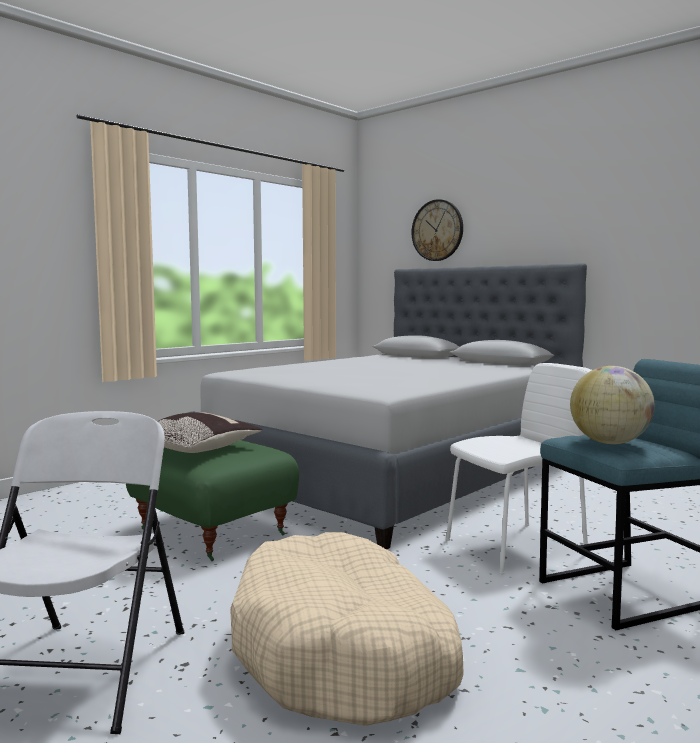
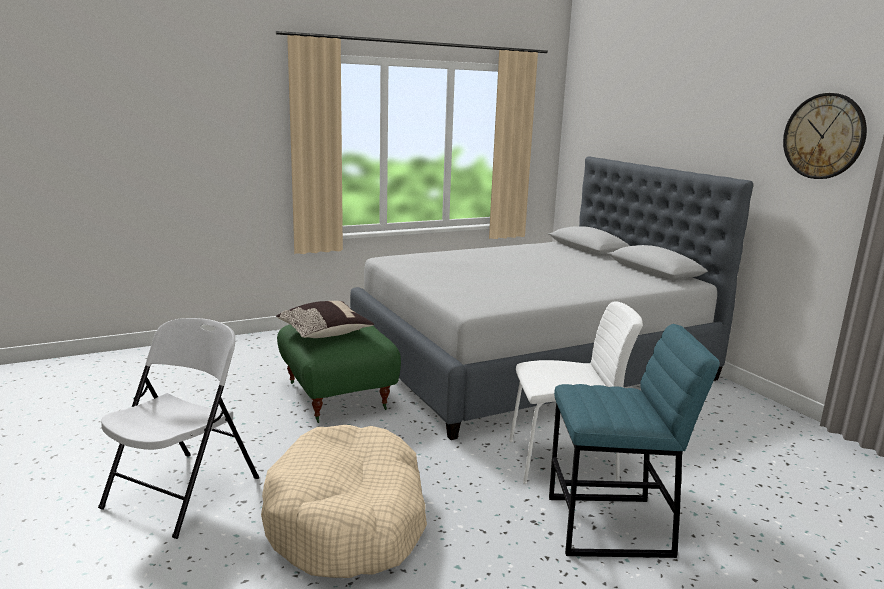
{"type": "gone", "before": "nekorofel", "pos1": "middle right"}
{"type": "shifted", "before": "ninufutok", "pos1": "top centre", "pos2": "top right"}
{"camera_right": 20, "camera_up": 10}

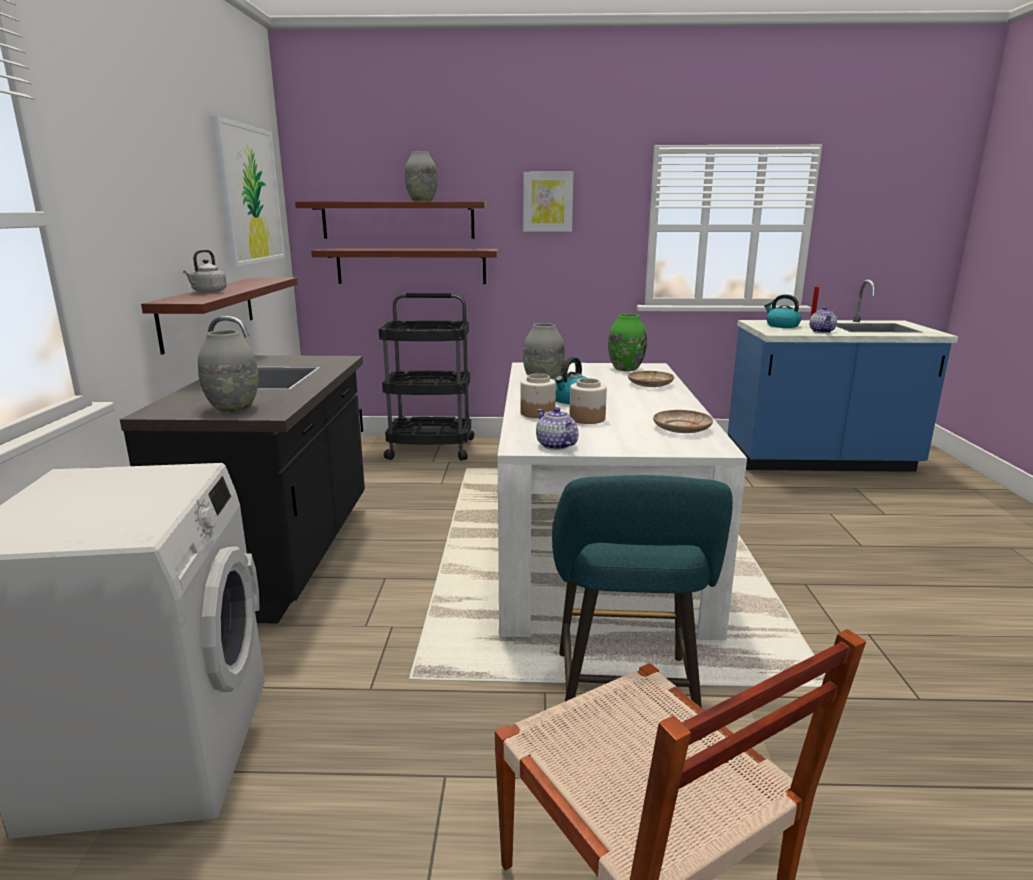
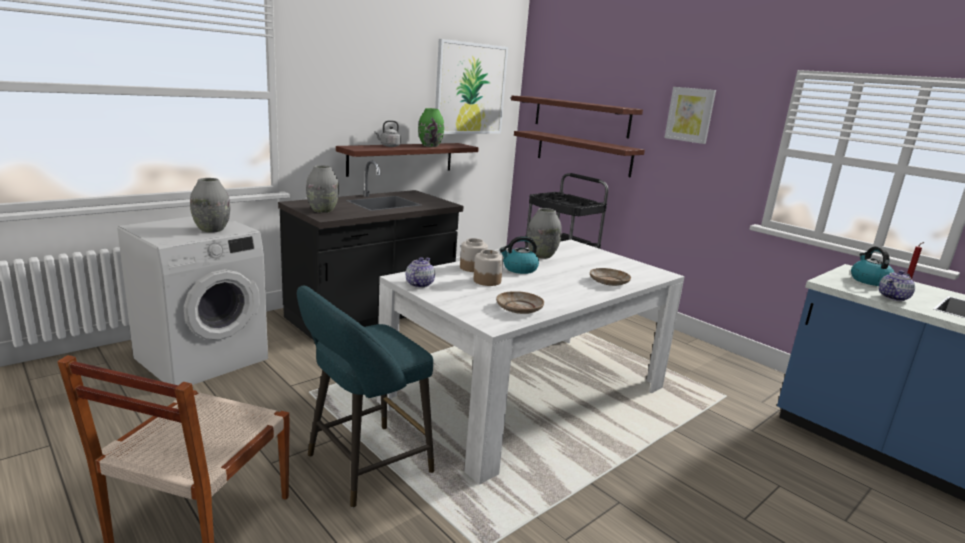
{"type": "shifted", "before": "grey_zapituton (no. 2 from left in the first image)", "after": "grey_zapituton (no. 1 from left)", "pos1": "top centre", "pos2": "middle left"}
{"type": "shifted", "before": "green_zapituton", "pos1": "centre", "pos2": "top centre"}
{"camera_right": 45, "camera_up": 0}

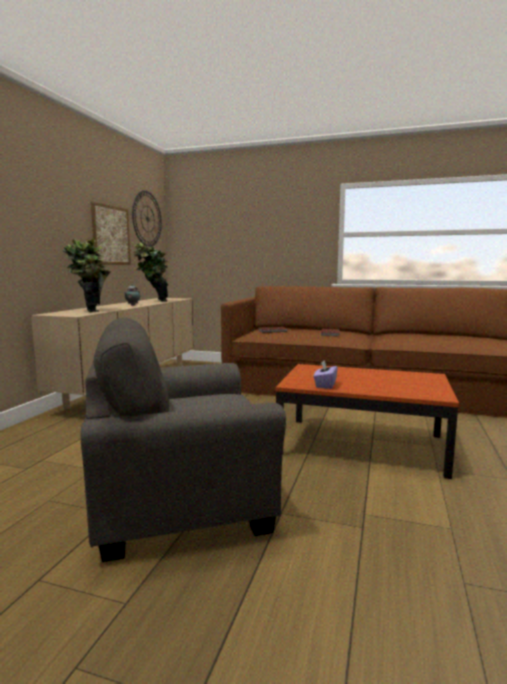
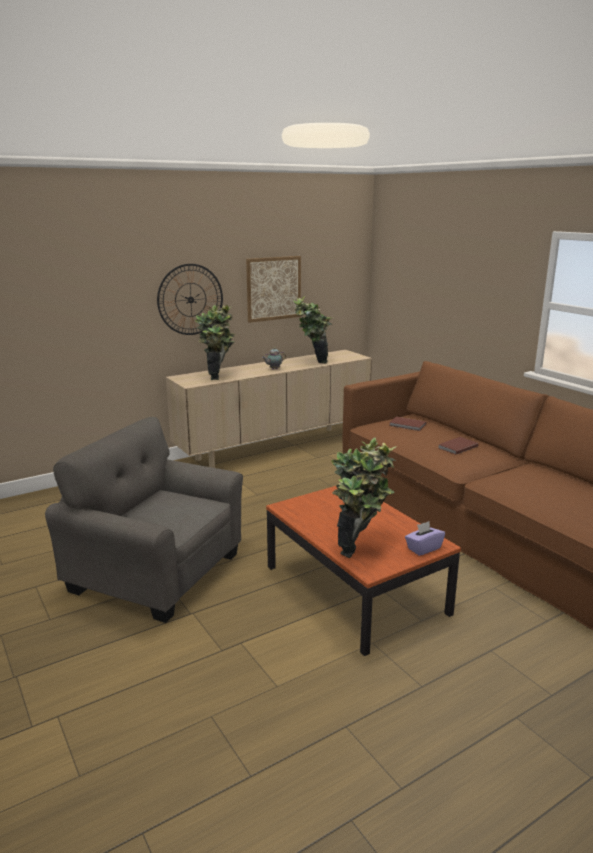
{"type": "new", "after": "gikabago (no. 3 from left)", "pos2": "centre"}
{"type": "shifted", "before": "ninufutok", "pos1": "top left", "pos2": "middle left"}
{"type": "shifted", "before": "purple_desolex", "pos1": "centre", "pos2": "middle right"}
{"camera_right": 40, "camera_up": 10}

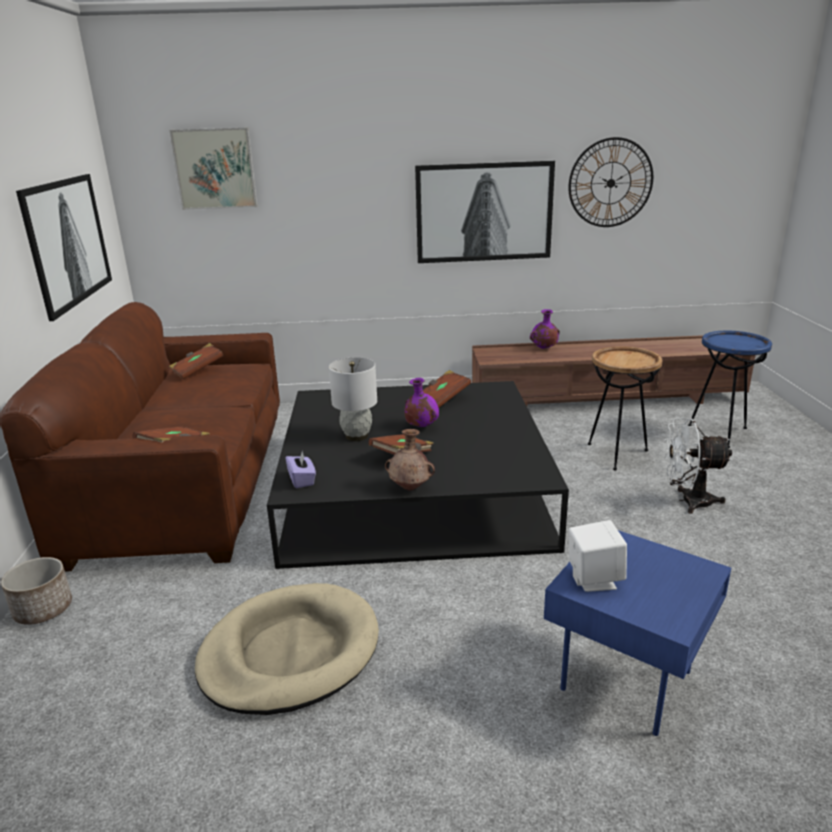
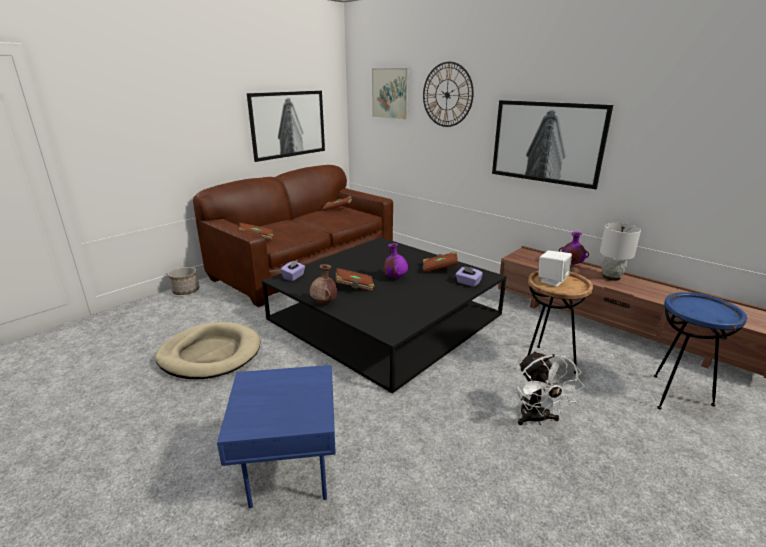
{"type": "new", "after": "purple_desolex (no. 2 from left)", "pos2": "centre"}
{"type": "shifted", "before": "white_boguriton", "pos1": "centre", "pos2": "middle right"}
{"type": "shifted", "before": "ninufutok", "pos1": "top right", "pos2": "top centre"}
{"type": "shifted", "before": "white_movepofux", "pos1": "bottom right", "pos2": "middle right"}
{"type": "rotated", "before": "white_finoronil", "pos1": "middle right", "pos2": "bottom right", "turn": -150}
{"camera_right": 45, "camera_up": 0}

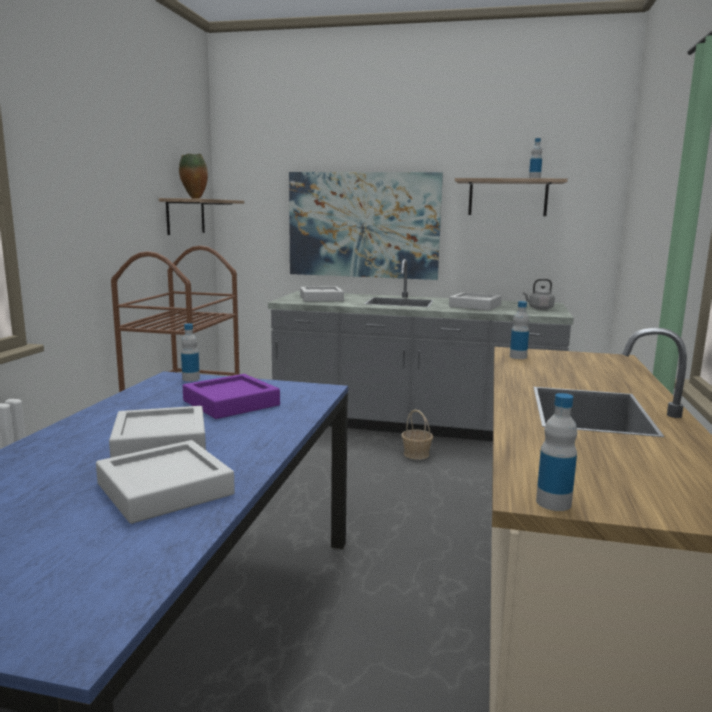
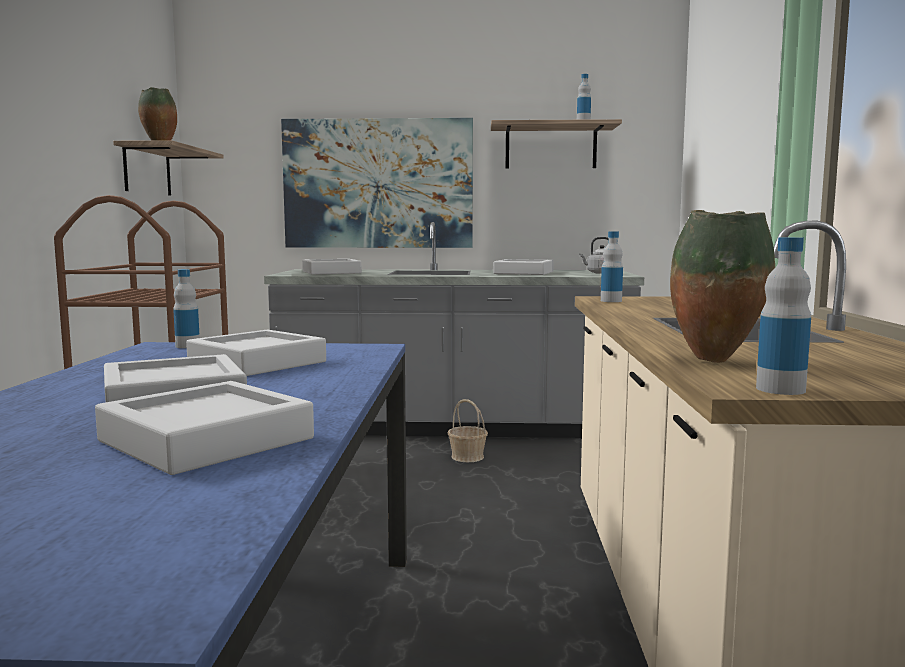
{"type": "new", "after": "zapituton (no. 2 from left)", "pos2": "middle right"}
{"type": "repainted", "before": "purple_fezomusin", "after": "grey_fezomusin (no. 3 from left)", "pos1": "middle left", "pos2": "middle left"}
{"camera_right": -10, "camera_up": -5}

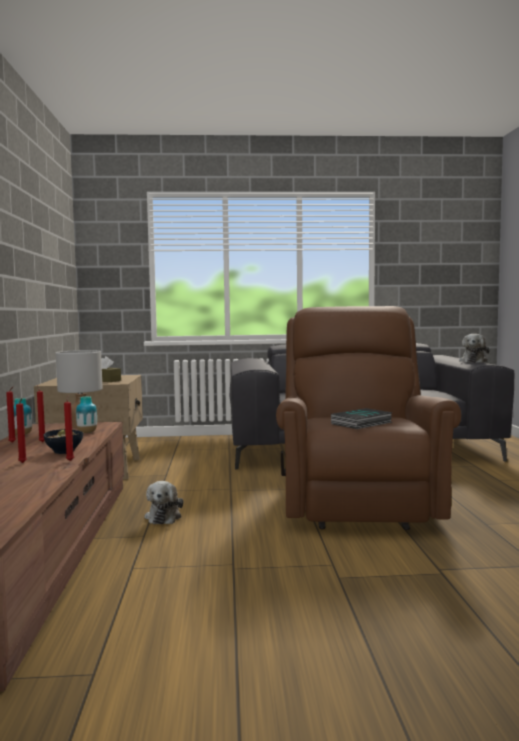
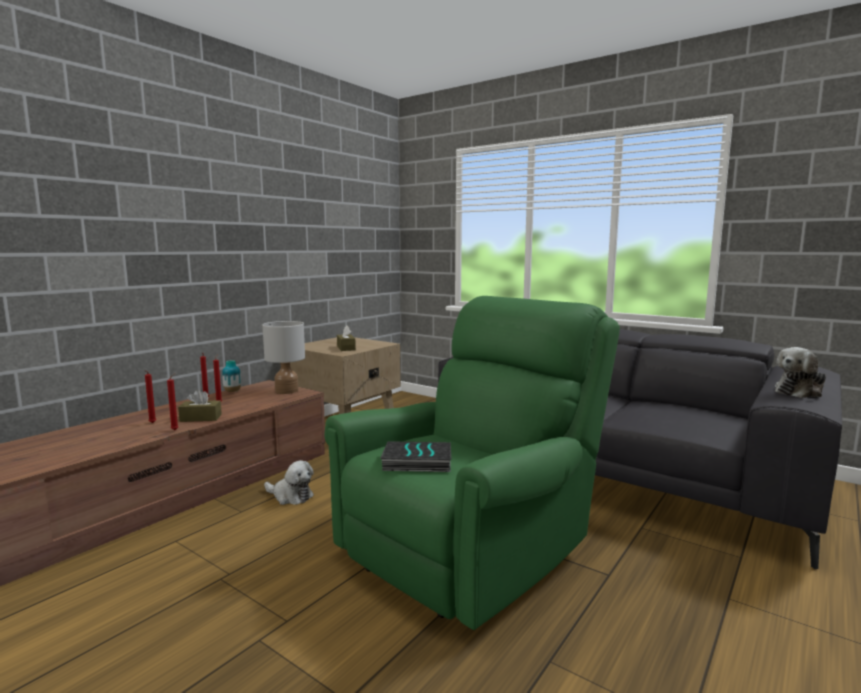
{"type": "gone", "before": "zapituton (no. 2 from left)", "pos1": "middle left"}
{"type": "swapped", "before": "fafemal", "after": "brown_desolex (no. 1 from left)", "pos1": "middle left", "pos2": "middle left"}
{"type": "repainted", "before": "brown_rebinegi", "after": "green_rebinegi", "pos1": "middle right", "pos2": "bottom centre"}
{"type": "rotated", "before": "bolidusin (no. 1 from left)", "pos1": "bottom left", "pos2": "bottom centre", "turn": -105}
{"camera_right": 40, "camera_up": 5}

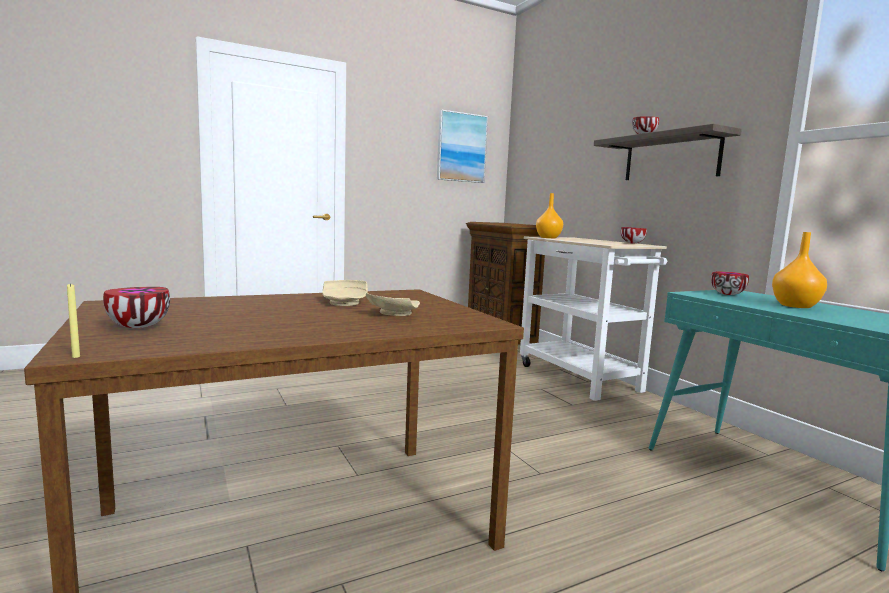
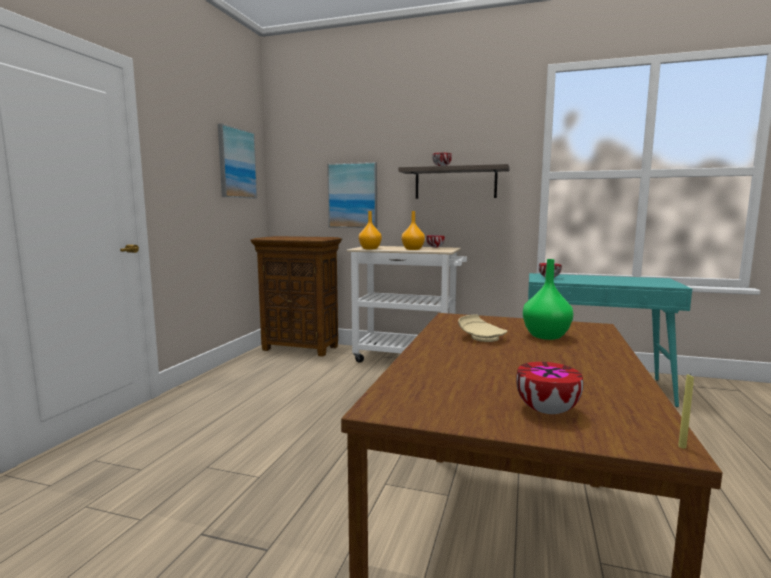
{"type": "new", "after": "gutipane (no. 2 from left)", "pos2": "centre"}
{"type": "shifted", "before": "orange_zapituton (no. 2 from left)", "pos1": "middle right", "pos2": "centre"}
{"type": "swapped", "before": "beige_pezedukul (no. 2 from left)", "after": "green_zapituton", "pos1": "centre", "pos2": "middle right"}
{"camera_right": -45, "camera_up": 0}

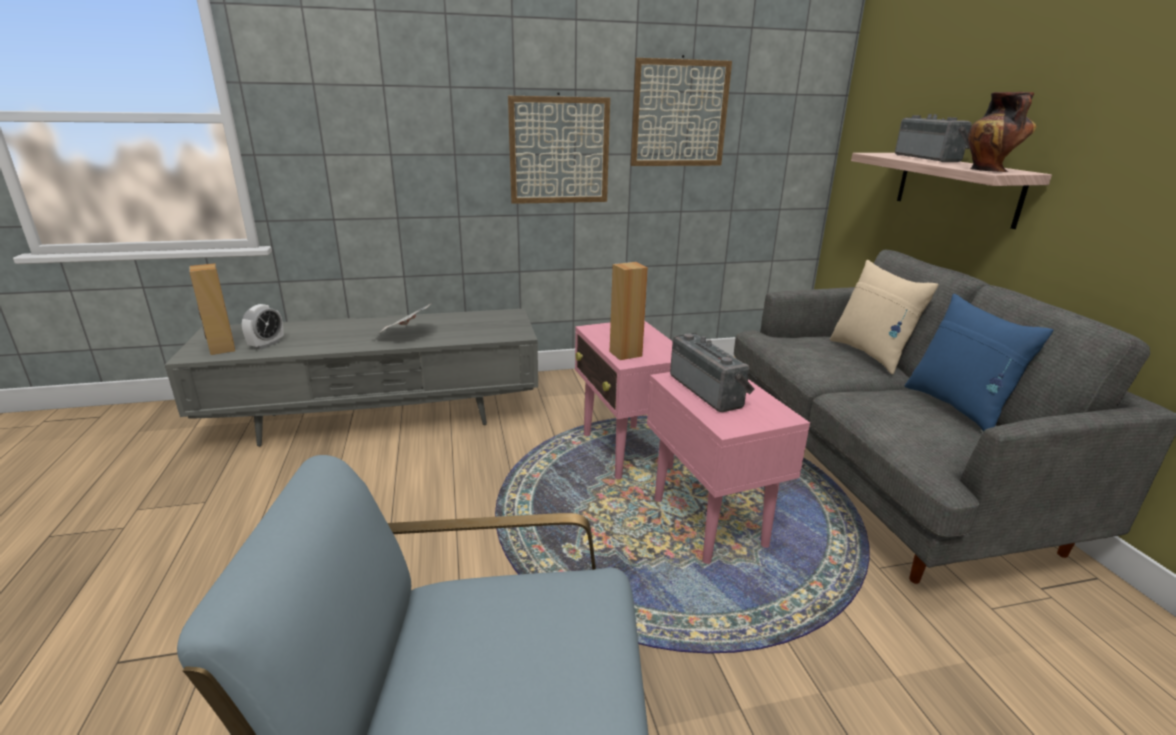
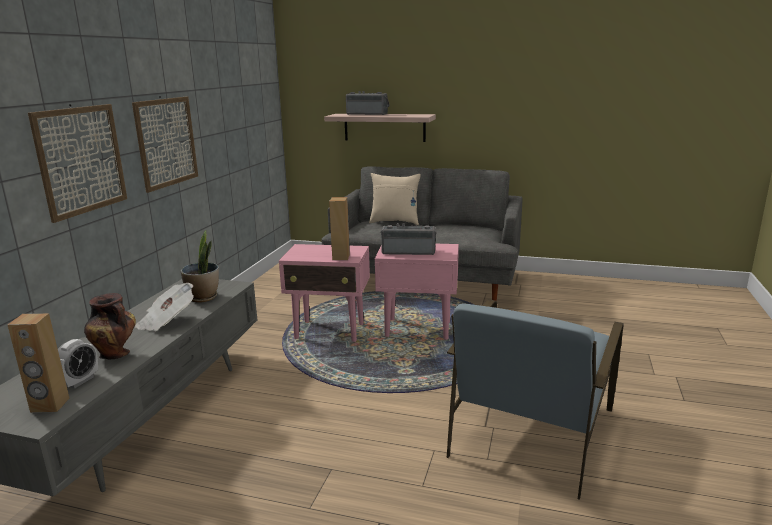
{"type": "gone", "before": "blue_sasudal", "pos1": "middle right"}
{"type": "new", "after": "gikabago", "pos2": "middle left"}
{"type": "shifted", "before": "gutipane (no. 2 from left in the first image)", "after": "gutipane (no. 1 from left)", "pos1": "top centre", "pos2": "top left"}
{"type": "shifted", "before": "zapituton", "pos1": "top right", "pos2": "middle left"}
{"type": "rotated", "before": "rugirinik", "pos1": "middle left", "pos2": "bottom left", "turn": 60}
{"camera_right": -60, "camera_up": -5}

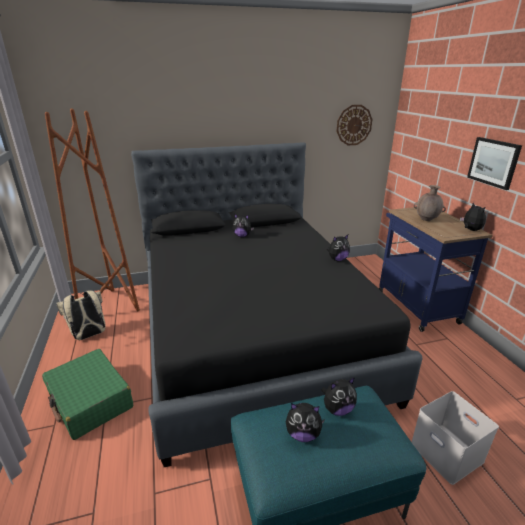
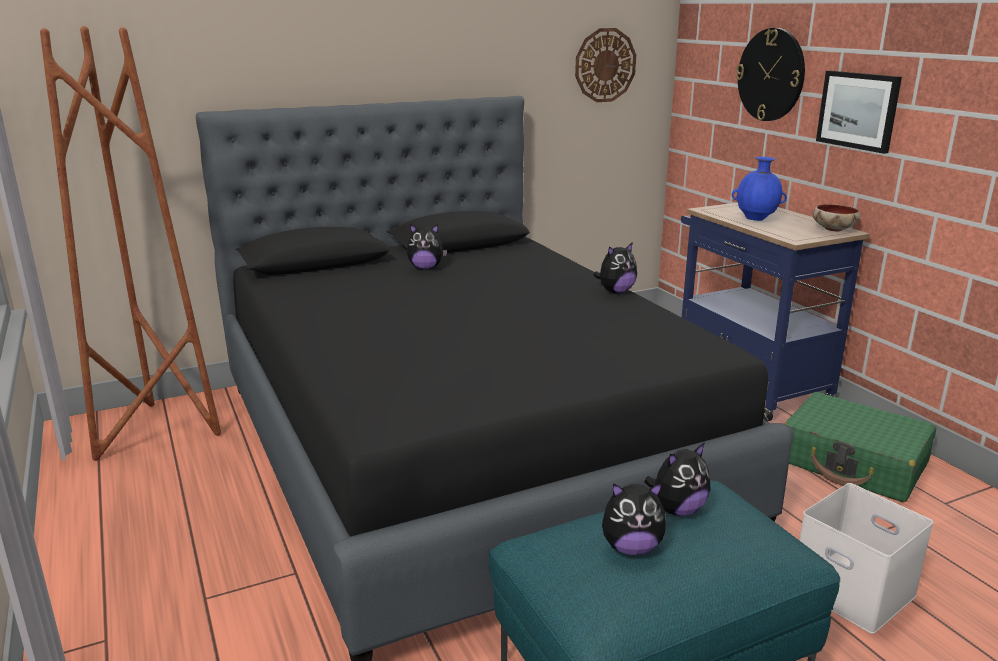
{"type": "gone", "before": "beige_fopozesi", "pos1": "middle left"}
{"type": "new", "after": "ninufutok (no. 2 from left)", "pos2": "top right"}
{"type": "shifted", "before": "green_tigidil", "pos1": "bottom left", "pos2": "bottom right"}
{"type": "swapped", "before": "bolidusin (no. 5 from left)", "after": "fafemal", "pos1": "middle right", "pos2": "top right"}
{"type": "repainted", "before": "brown_zapituton", "after": "blue_zapituton", "pos1": "middle right", "pos2": "top right"}
{"camera_right": -10, "camera_up": -5}

